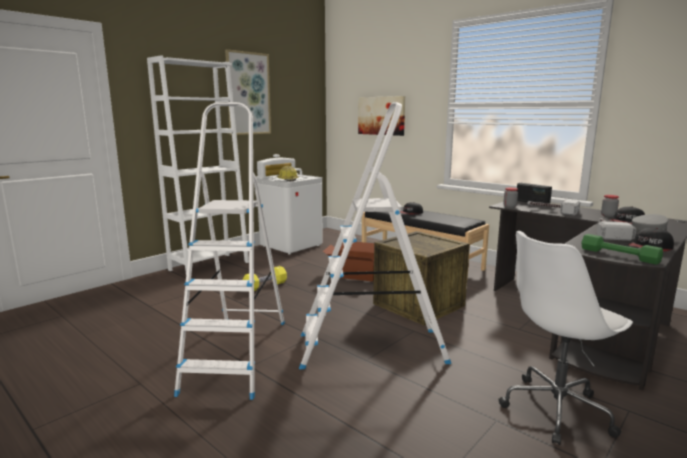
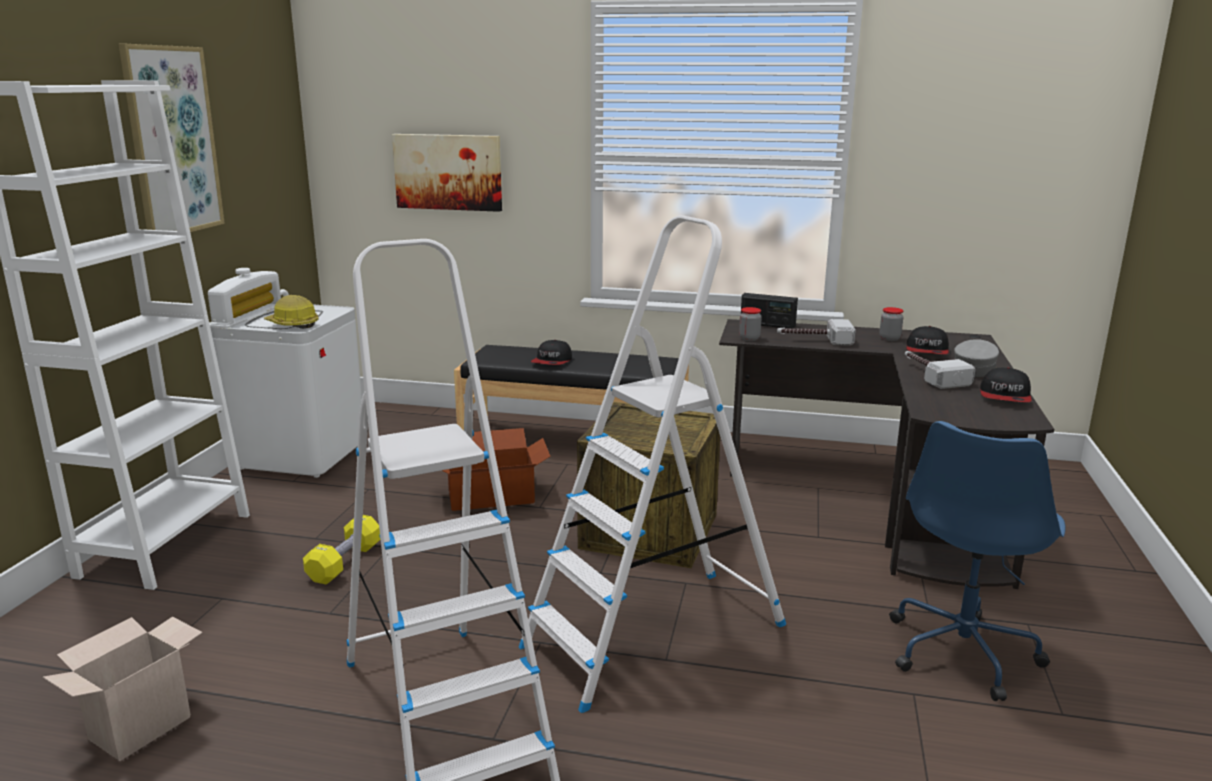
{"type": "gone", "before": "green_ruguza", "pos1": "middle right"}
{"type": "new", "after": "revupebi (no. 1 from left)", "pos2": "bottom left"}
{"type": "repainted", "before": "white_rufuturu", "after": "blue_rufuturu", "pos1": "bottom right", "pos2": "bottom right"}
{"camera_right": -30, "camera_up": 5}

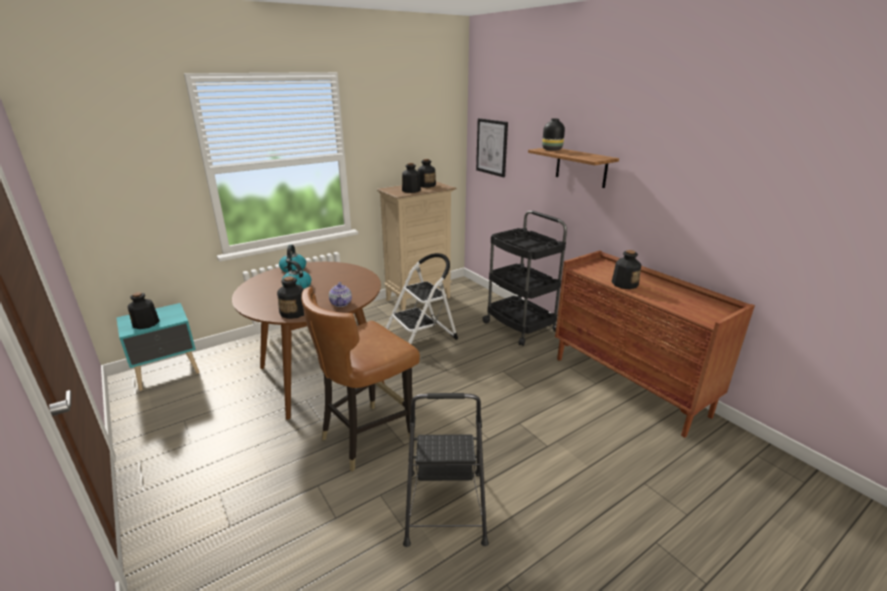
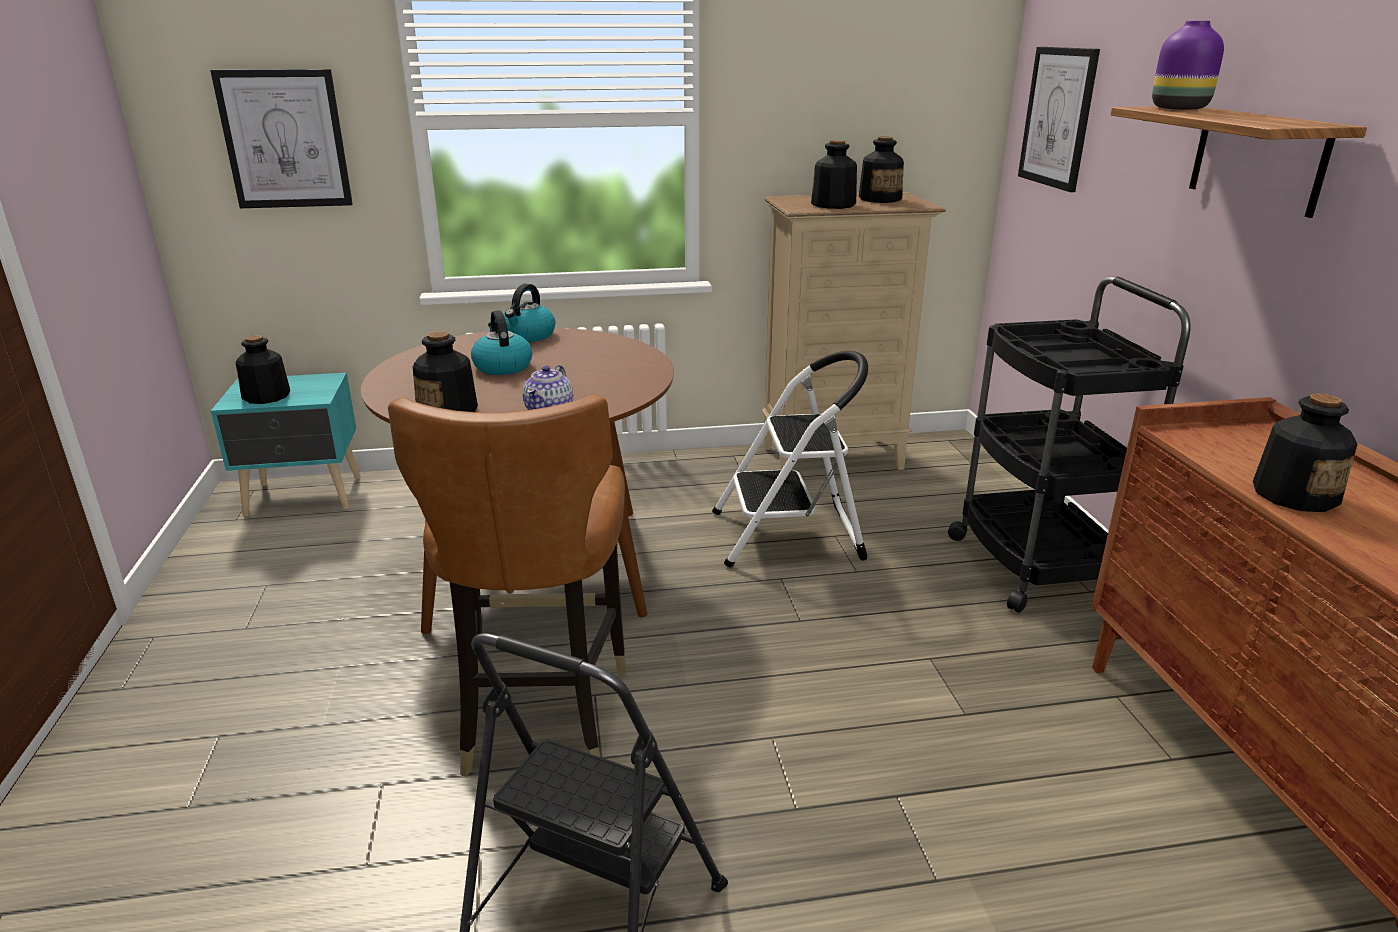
{"type": "new", "after": "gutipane (no. 1 from left)", "pos2": "top left"}
{"type": "repainted", "before": "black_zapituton", "after": "purple_zapituton", "pos1": "top centre", "pos2": "top right"}
{"type": "rotated", "before": "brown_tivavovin", "pos1": "centre", "pos2": "centre", "turn": -75}
{"camera_right": 25, "camera_up": 0}

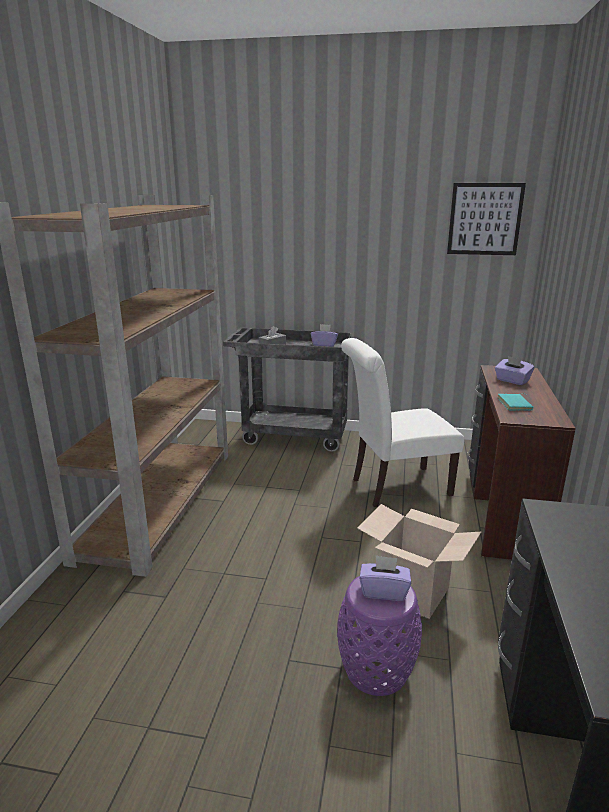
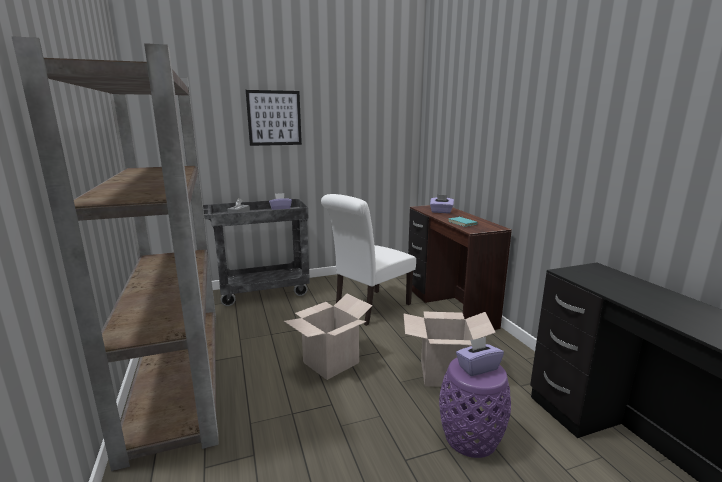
{"type": "new", "after": "revupebi (no. 1 from left)", "pos2": "bottom centre"}
{"type": "shifted", "before": "gutipane", "pos1": "top right", "pos2": "top centre"}
{"camera_right": -30, "camera_up": -5}

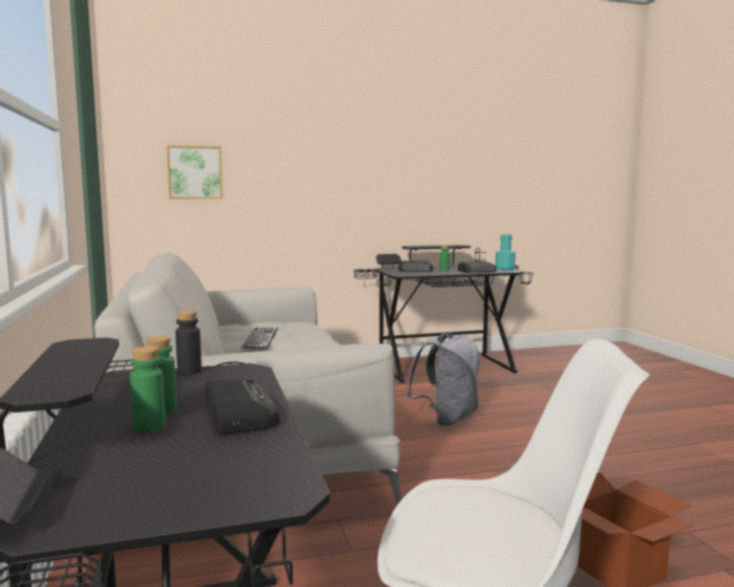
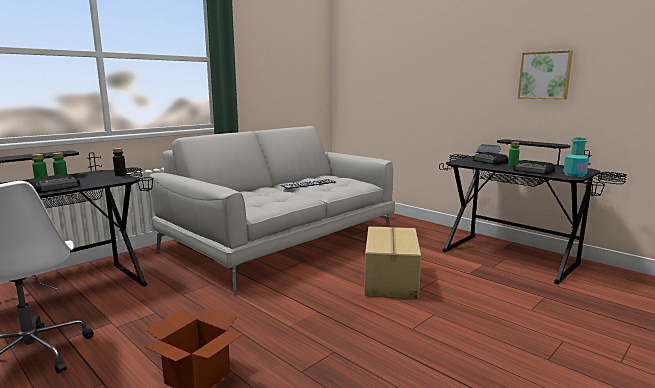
{"type": "shifted", "before": "gutipane", "pos1": "top left", "pos2": "top right"}
{"type": "swapped", "before": "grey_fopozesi", "after": "revupebi (no. 2 from left)", "pos1": "centre", "pos2": "bottom centre"}
{"camera_right": 60, "camera_up": 5}

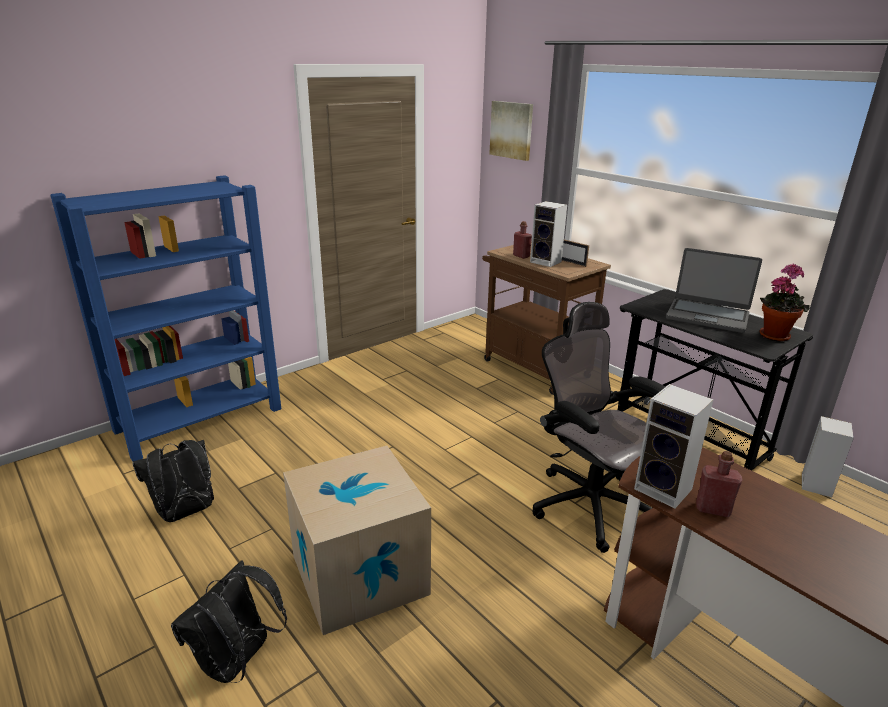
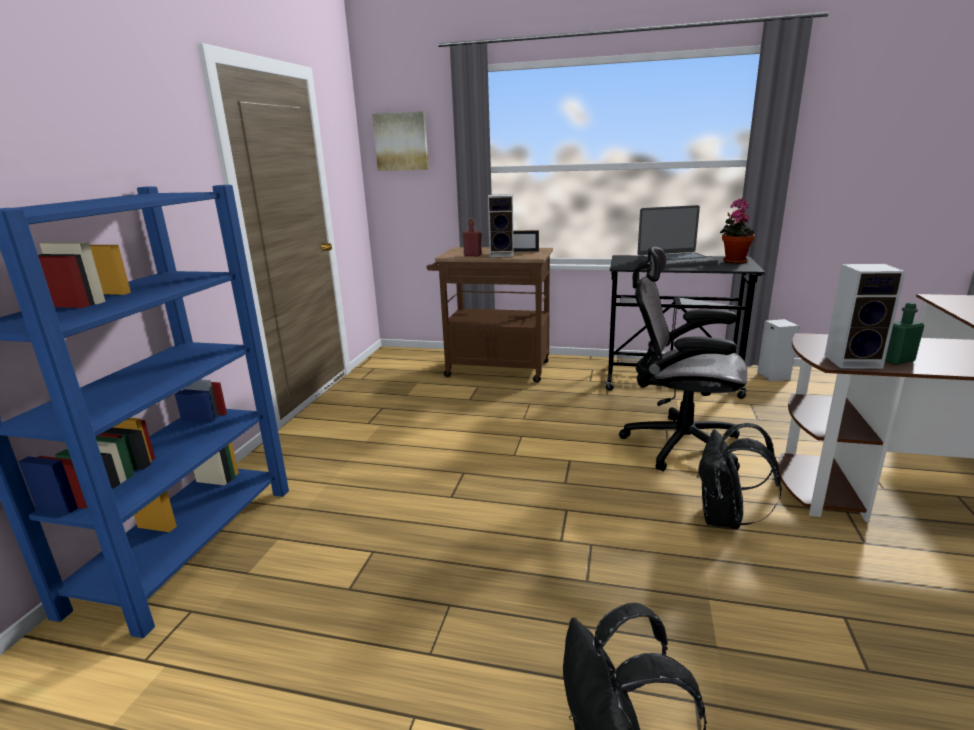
{"type": "gone", "before": "revupebi", "pos1": "bottom centre"}
{"type": "shifted", "before": "black_fopozesi (no. 1 from left in the first image)", "after": "black_fopozesi (no. 2 from left)", "pos1": "bottom left", "pos2": "middle right"}
{"type": "repainted", "before": "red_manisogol (no. 2 from left)", "after": "green_manisogol", "pos1": "bottom right", "pos2": "middle right"}
{"camera_right": -35, "camera_up": -5}

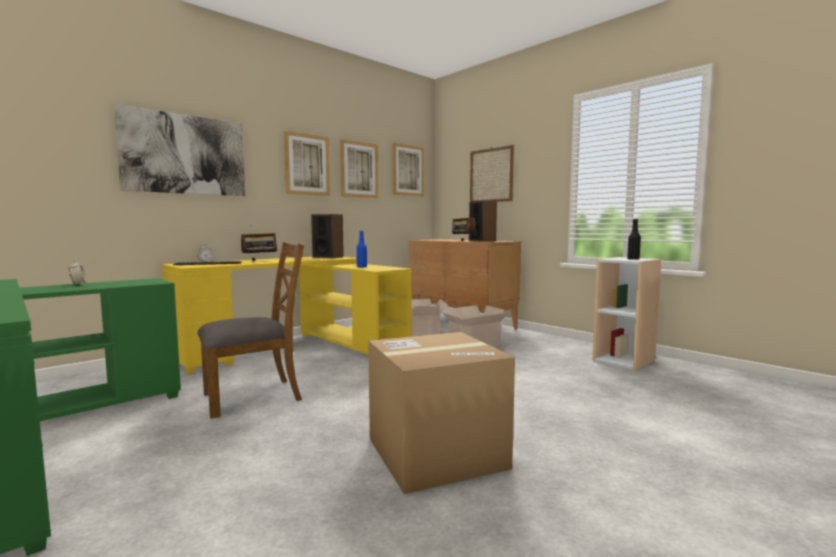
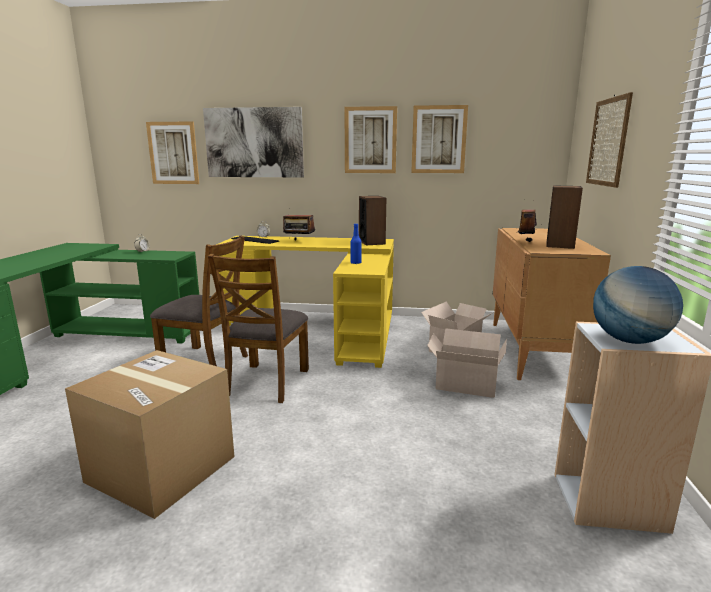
{"type": "new", "after": "brown_tivavovin (no. 2 from left)", "pos2": "centre"}
{"type": "shifted", "before": "gutipane (no. 4 from left in the first image)", "after": "gutipane (no. 1 from left)", "pos1": "top centre", "pos2": "top left"}
{"type": "swapped", "before": "black_manisogol", "after": "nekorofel", "pos1": "middle right", "pos2": "middle right"}
{"camera_right": 50, "camera_up": 10}

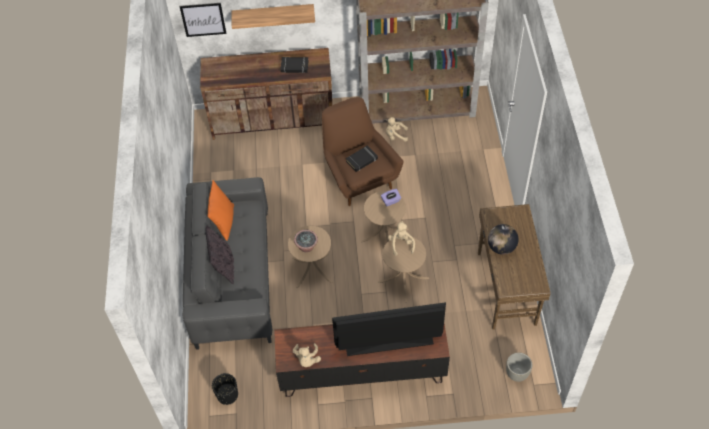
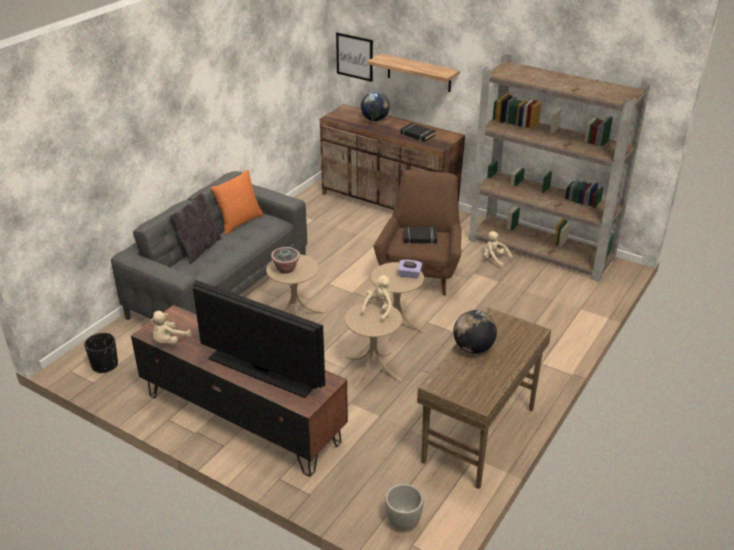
{"type": "new", "after": "nekorofel (no. 1 from left)", "pos2": "top centre"}
{"camera_right": 35, "camera_up": -20}

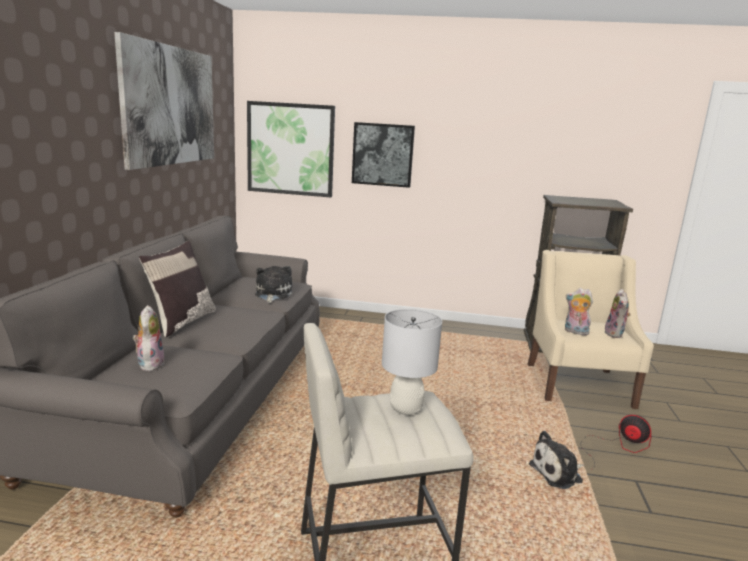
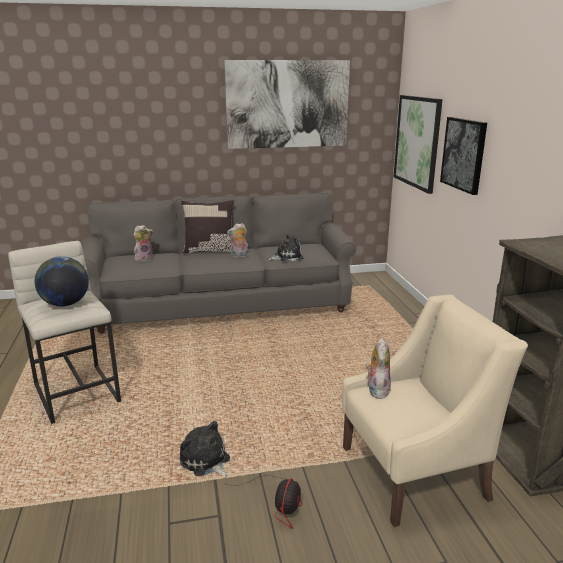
{"type": "shifted", "before": "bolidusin (no. 5 from left in the first image)", "after": "bolidusin (no. 3 from left)", "pos1": "middle right", "pos2": "centre"}
{"type": "swapped", "before": "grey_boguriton", "after": "nekorofel", "pos1": "centre", "pos2": "middle left"}
{"camera_right": 70, "camera_up": 5}

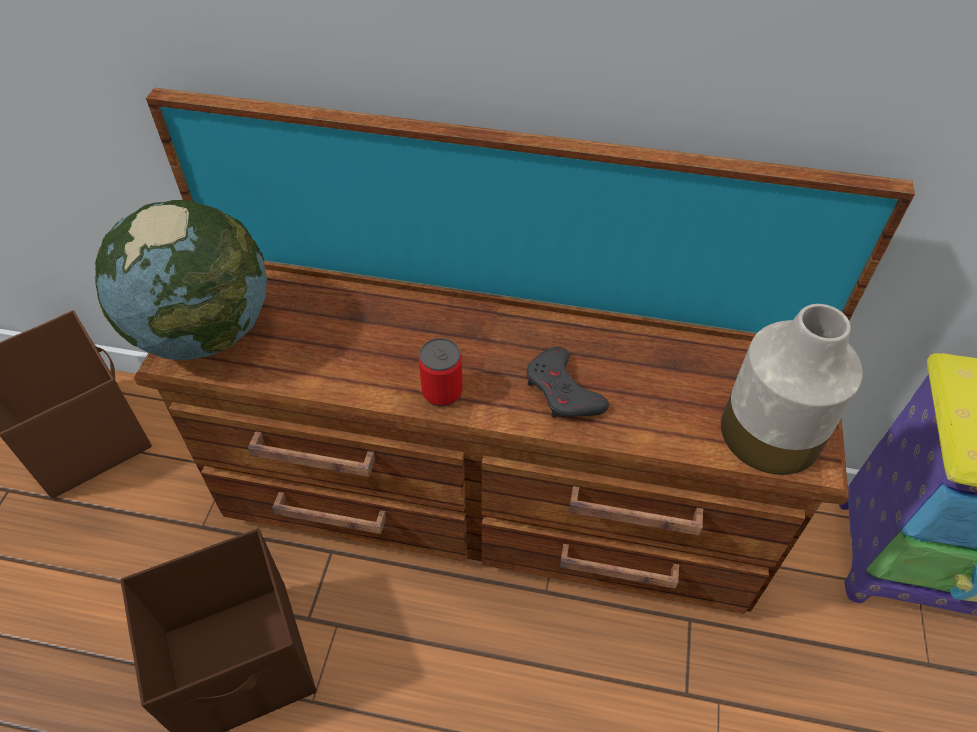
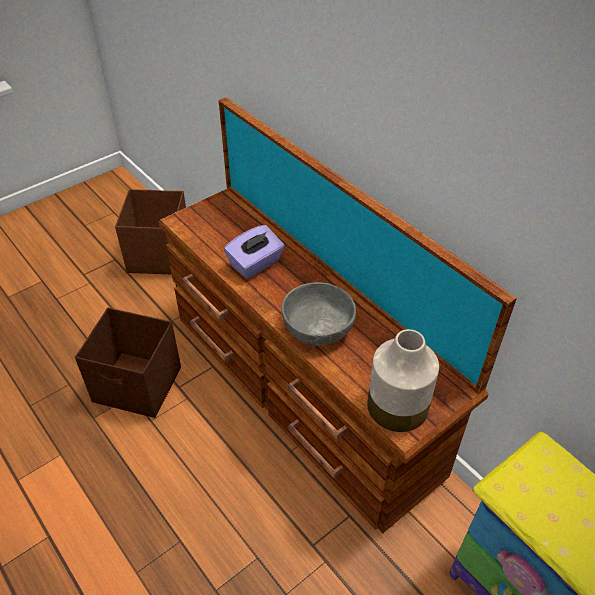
{"type": "gone", "before": "nekorofel", "pos1": "middle left"}
{"type": "gone", "before": "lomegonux", "pos1": "centre"}
{"type": "new", "after": "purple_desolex", "pos2": "centre"}
{"type": "swapped", "before": "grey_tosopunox", "after": "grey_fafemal", "pos1": "centre", "pos2": "centre"}
{"camera_right": 40, "camera_up": -5}

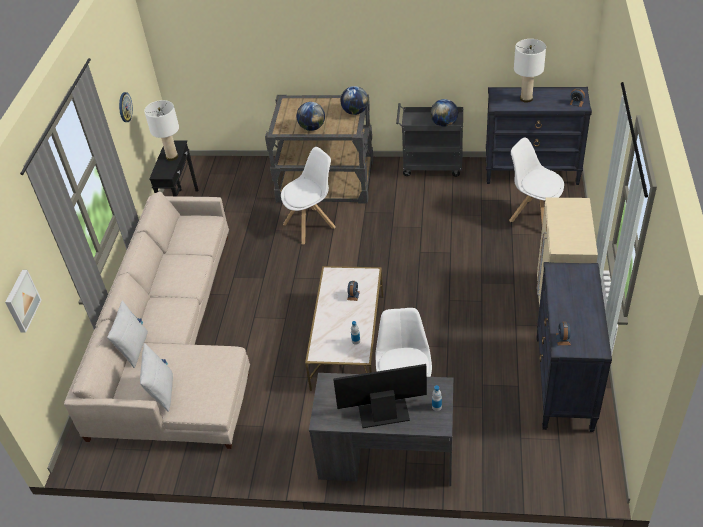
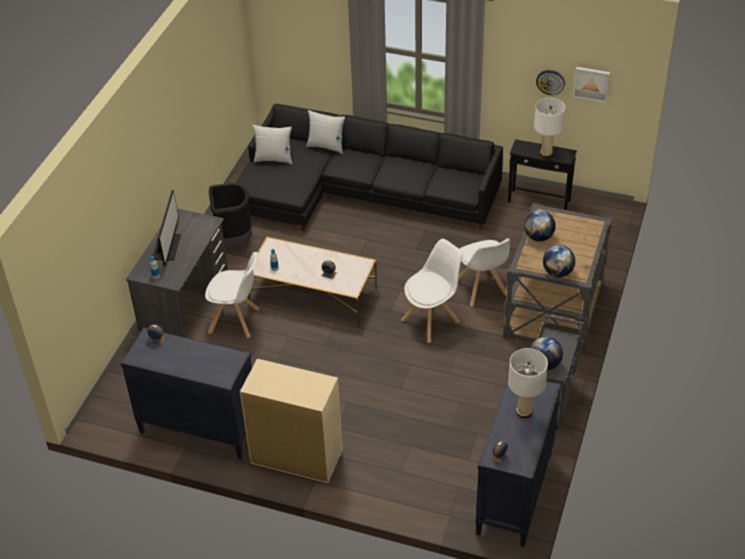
{"type": "new", "after": "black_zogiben", "pos2": "middle left"}
{"type": "shifted", "before": "gutipane", "pos1": "middle left", "pos2": "top right"}
{"type": "shifted", "before": "white_tivavovin (no. 3 from left in the first image)", "after": "white_tivavovin (no. 2 from left)", "pos1": "middle right", "pos2": "centre"}
{"type": "repainted", "before": "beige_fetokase", "after": "black_fetokase", "pos1": "middle left", "pos2": "top centre"}
{"camera_right": 100, "camera_up": 0}

